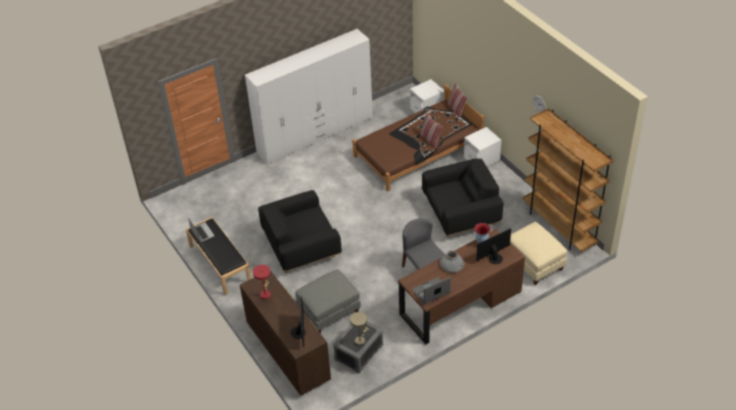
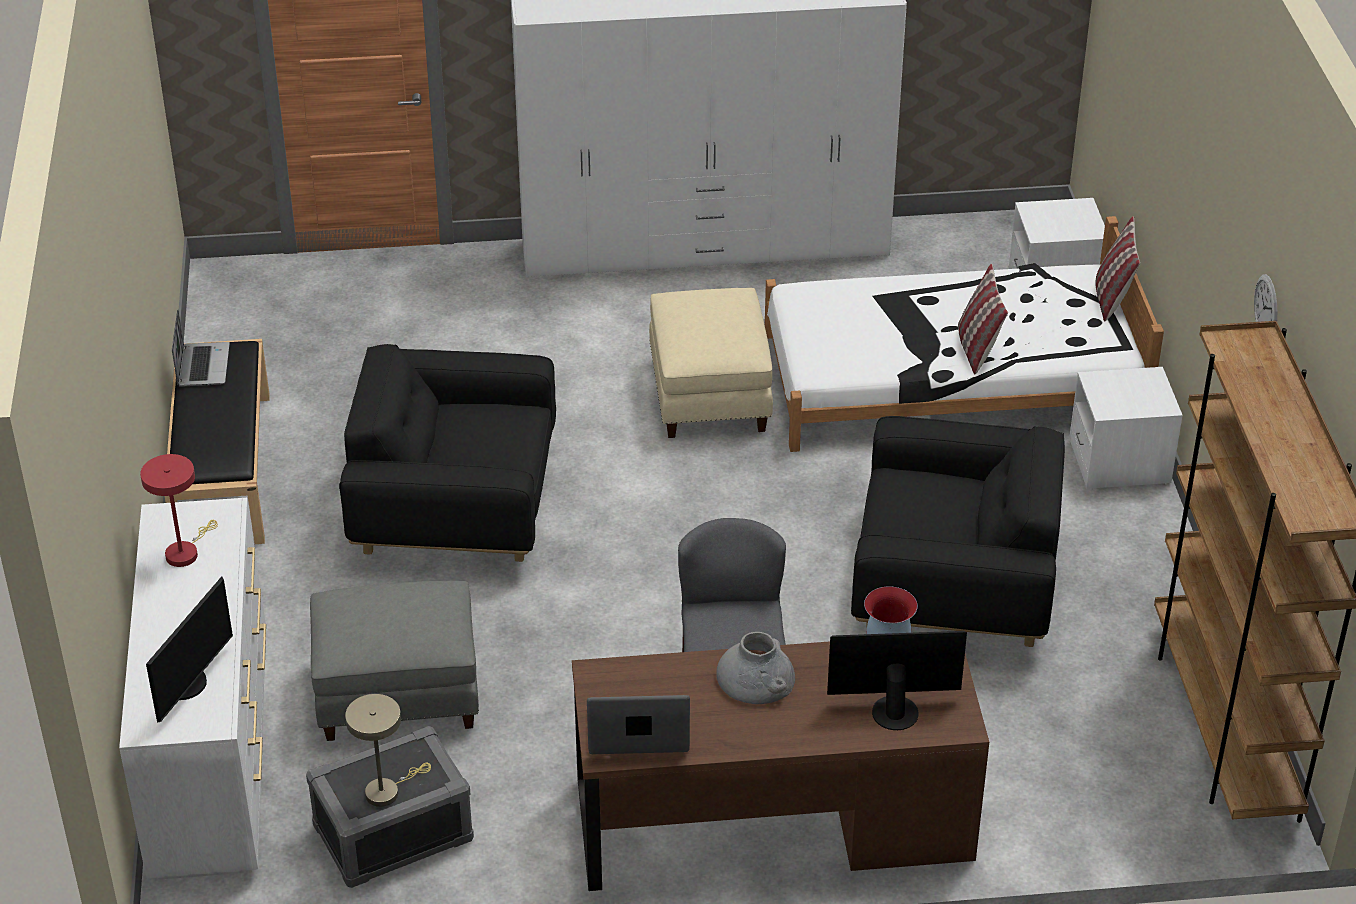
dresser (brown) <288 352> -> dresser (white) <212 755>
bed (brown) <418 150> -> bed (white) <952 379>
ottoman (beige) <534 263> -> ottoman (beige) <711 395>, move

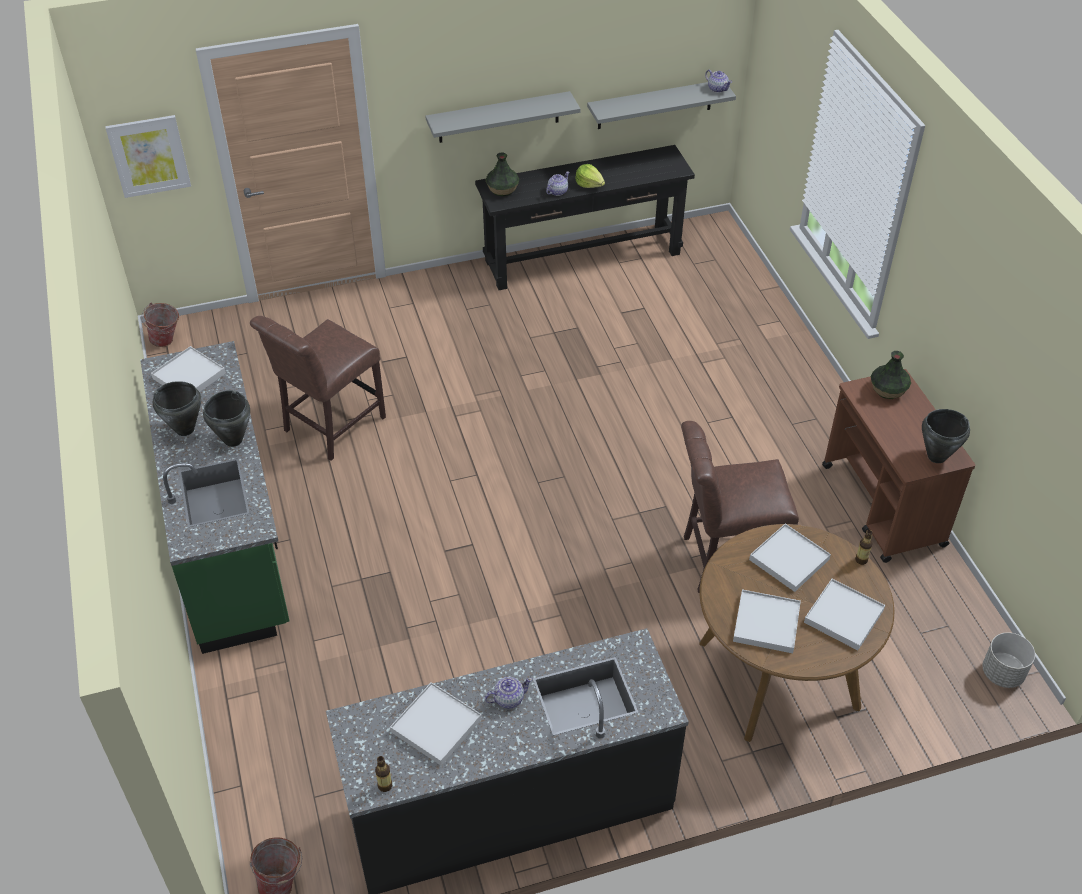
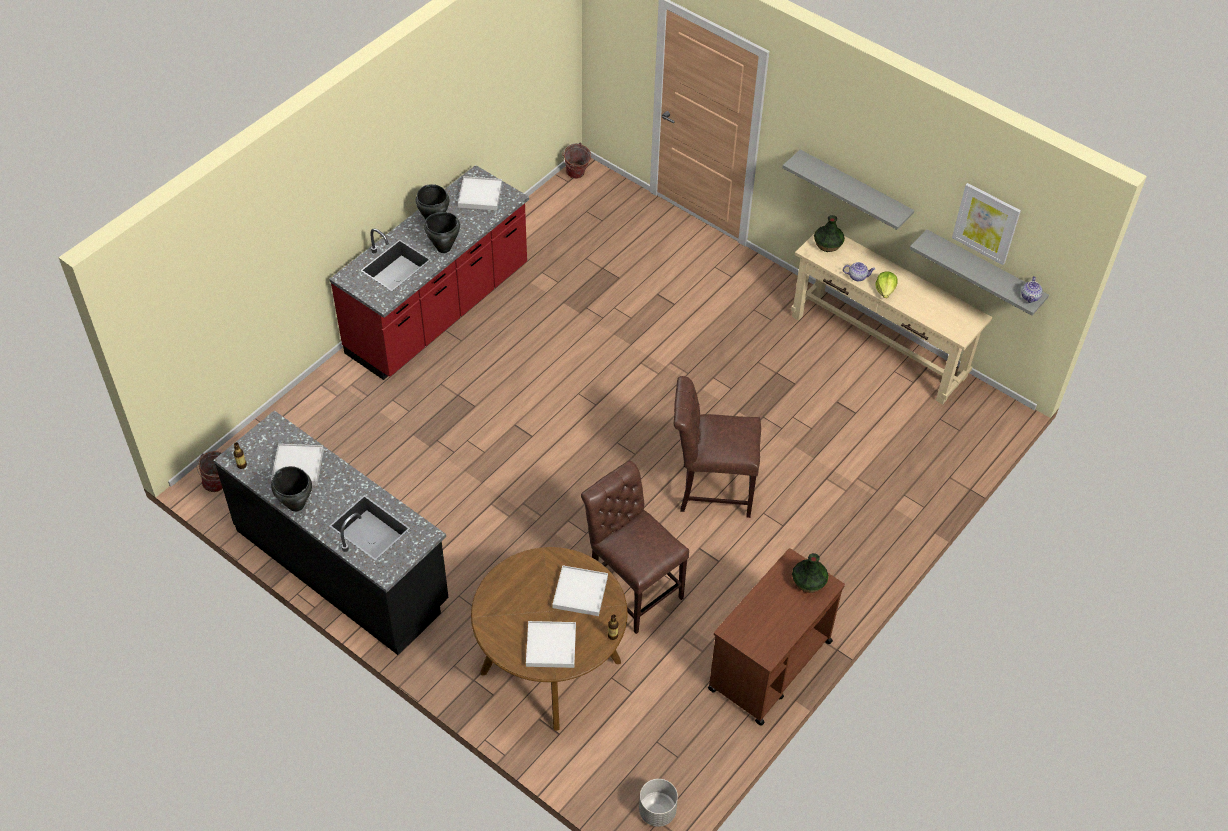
picture <149 156> -> picture <986 223>, move
counter (green) <230 538> -> counter (red) <439 311>
chair (brown) <330 426> -> chair (brown) <711 489>, move
console table (black) <583 257> -> console table (beige) <878 346>
teapot <508 698> -> none
tray (white) <766 623> -> none
cooking pot (black) <936 456> -> cooking pot (black) <296 505>, move

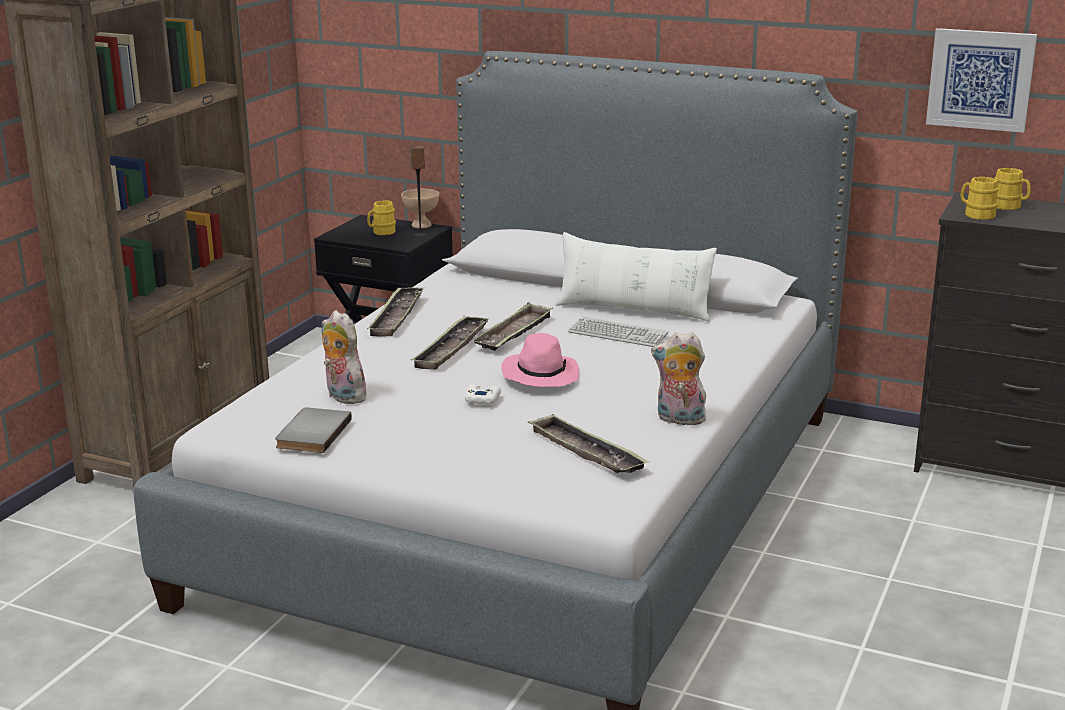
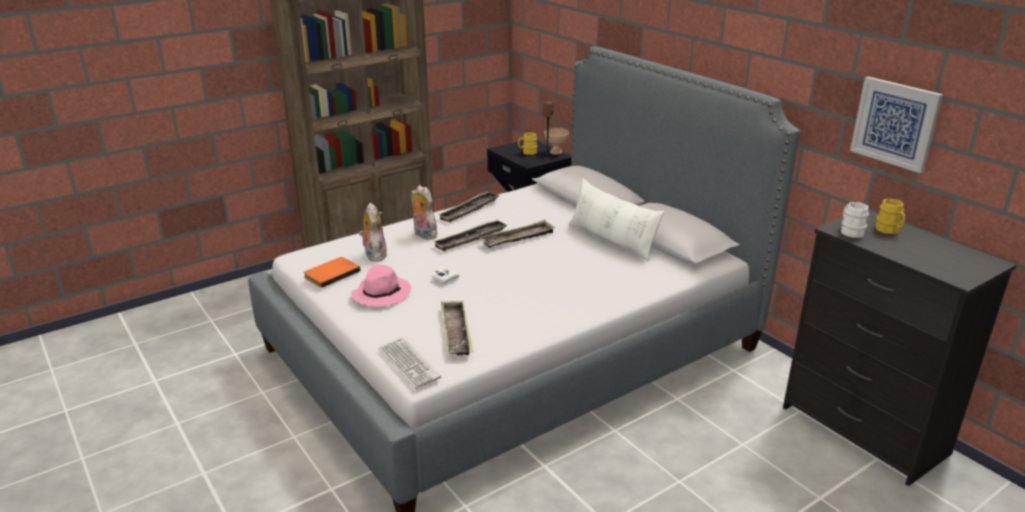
book (grey) <311 433> -> book (orange) <331 273>
hat (pink) <540 375> -> hat (pink) <382 294>, move
keyboard <617 334> -> keyboard <409 364>, move
plush toy <679 420> -> plush toy <423 235>, move
mug (yellow) <976 215> -> mug (white) <850 231>

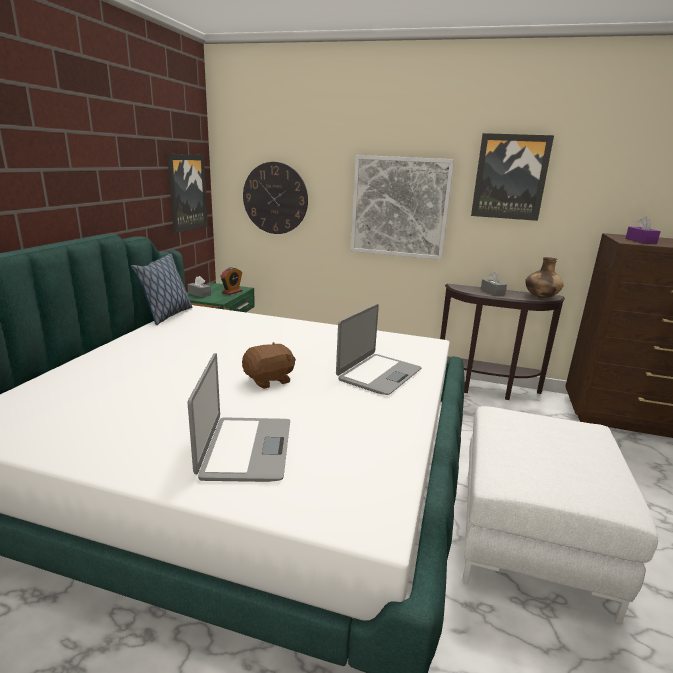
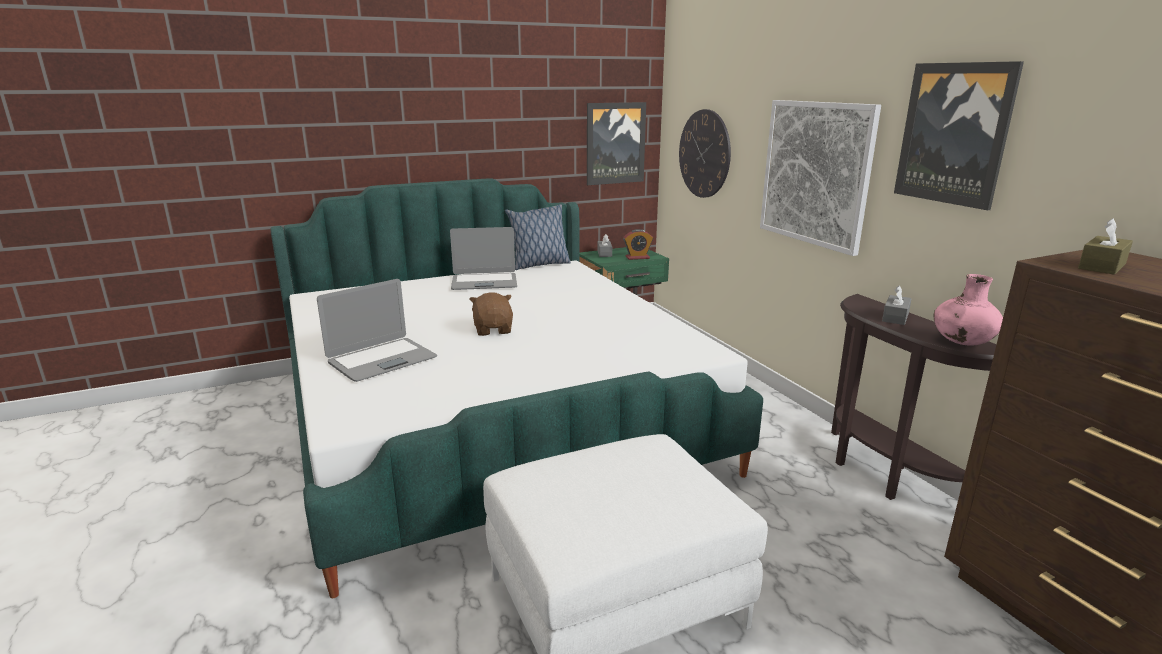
plush toy (brown) <269 380> -> plush toy (brown) <493 330>, 120 degrees counterclockwise
laptop <378 374> -> laptop <484 282>, move
vase (brown) <540 297> -> vase (pink) <961 343>
tissue box (purple) <640 241> -> tissue box (brown) <1102 266>

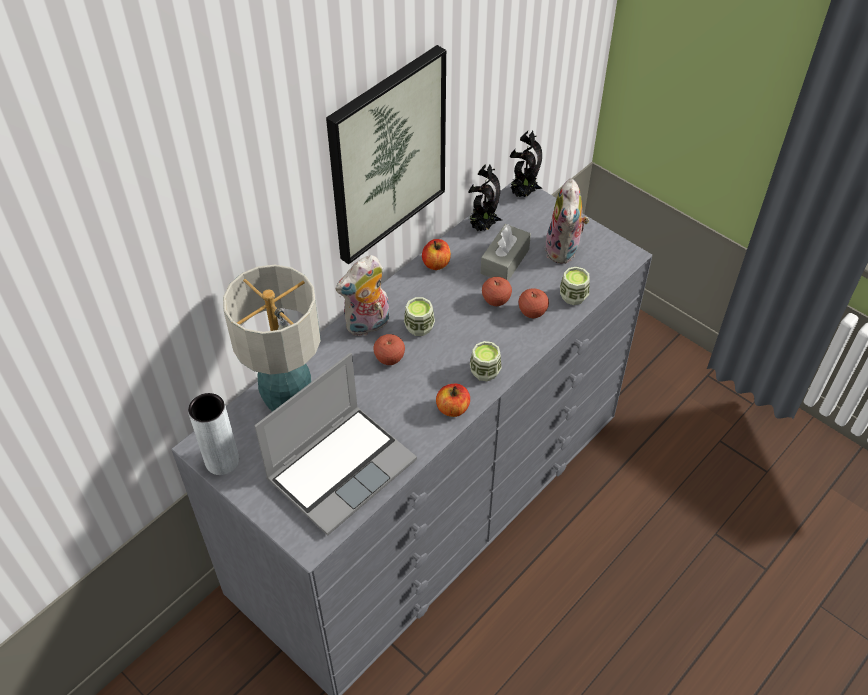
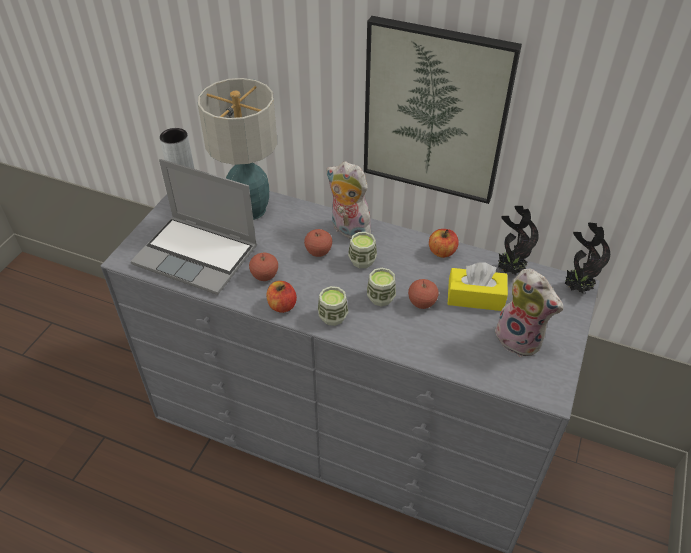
tissue box (grey) <505 261> -> tissue box (yellow) <475 297>
apple <532 312> -> apple <265 276>, move
plush toy <564 250> -> plush toy <521 339>, 120 degrees counterclockwise
cup <573 296> -> cup <381 297>, move

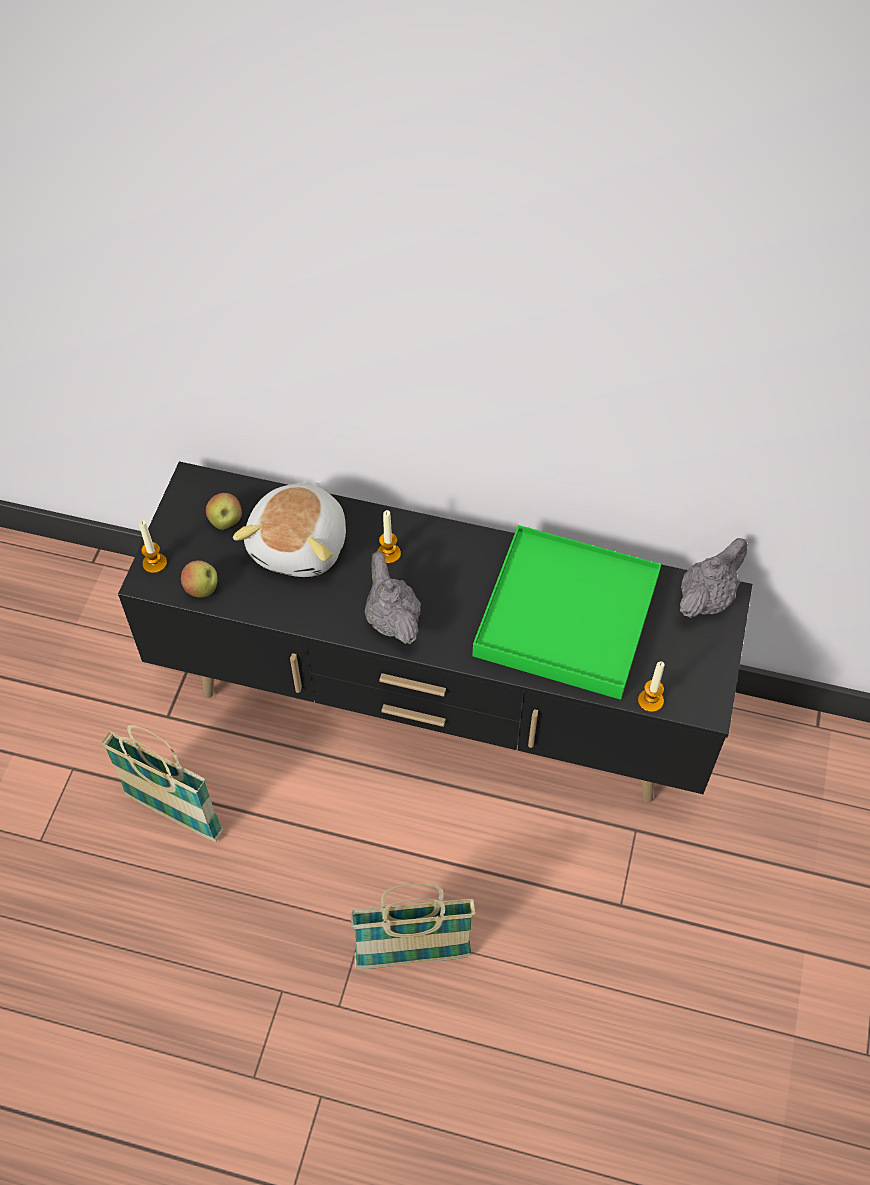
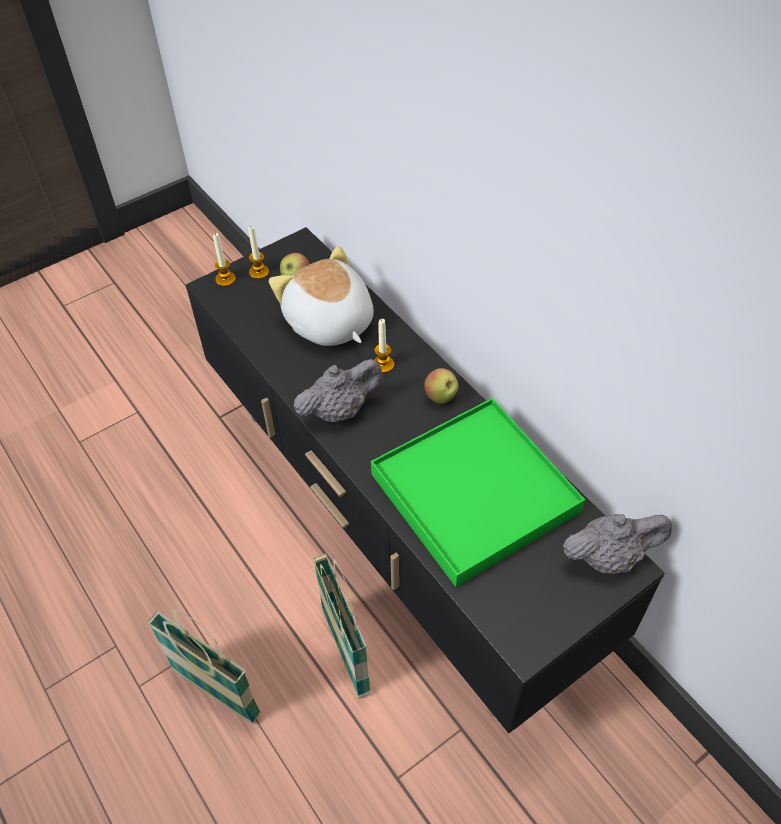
basket <174 814> -> basket <345 651>, move
apple <202 589> -> apple <441 397>, move
plush toy <301 545> -> plush toy <329 323>, 90 degrees clockwise
teapot (grey) <392 619> -> teapot (grey) <340 410>, 45 degrees clockwise
candle <650 701> -> candle <259 272>, move

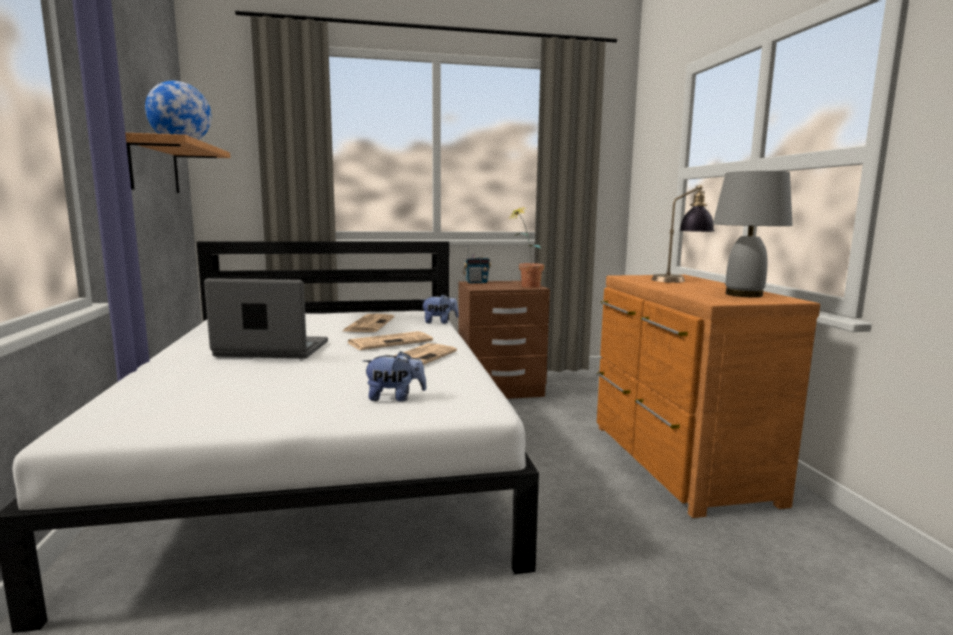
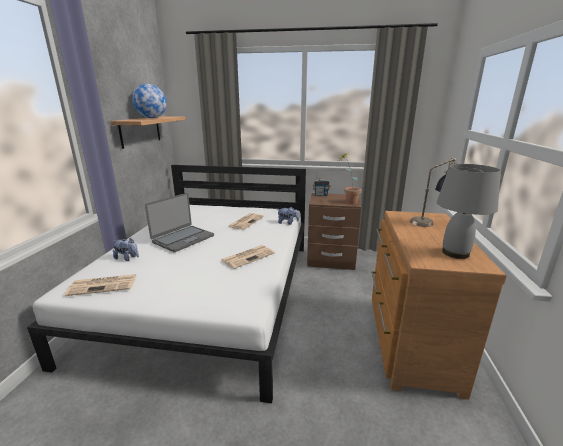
laptop <272 350> -> laptop <183 239>, 105 degrees clockwise
newspaper <391 342> -> newspaper <104 285>, move
plush toy <395 398> -> plush toy <127 258>, move

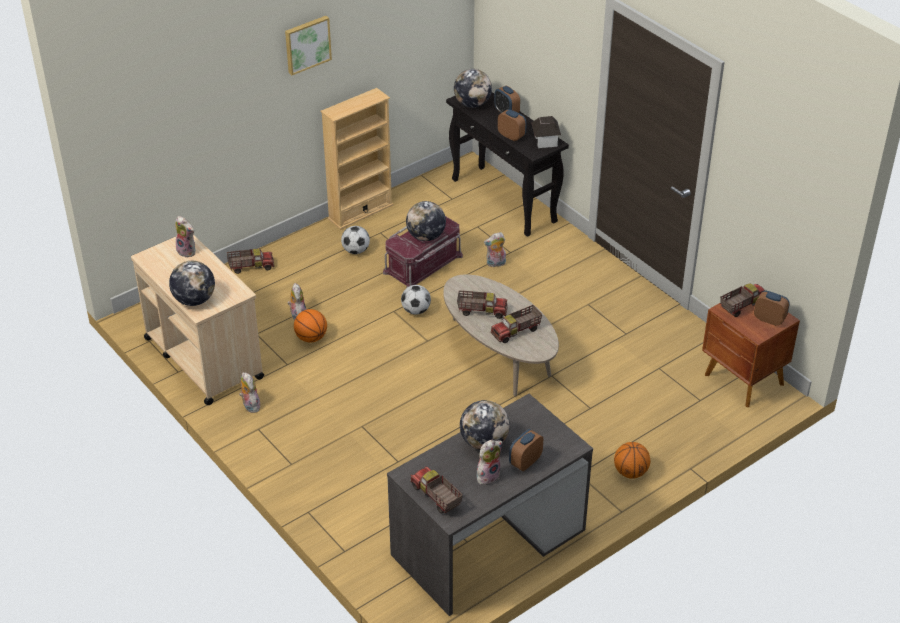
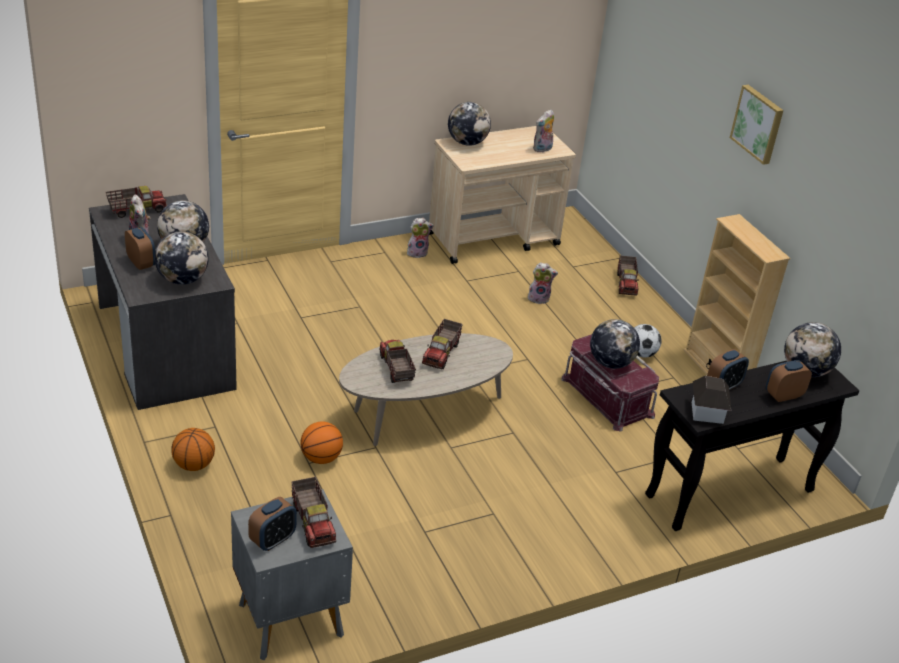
basketball <311 338> -> basketball <321 458>, move
football <416 310> -> none
plush toy <495 264> -> none
nightstand (brown) <743 380> -> nightstand (grey) <289 618>
none -> globe <182 280>

